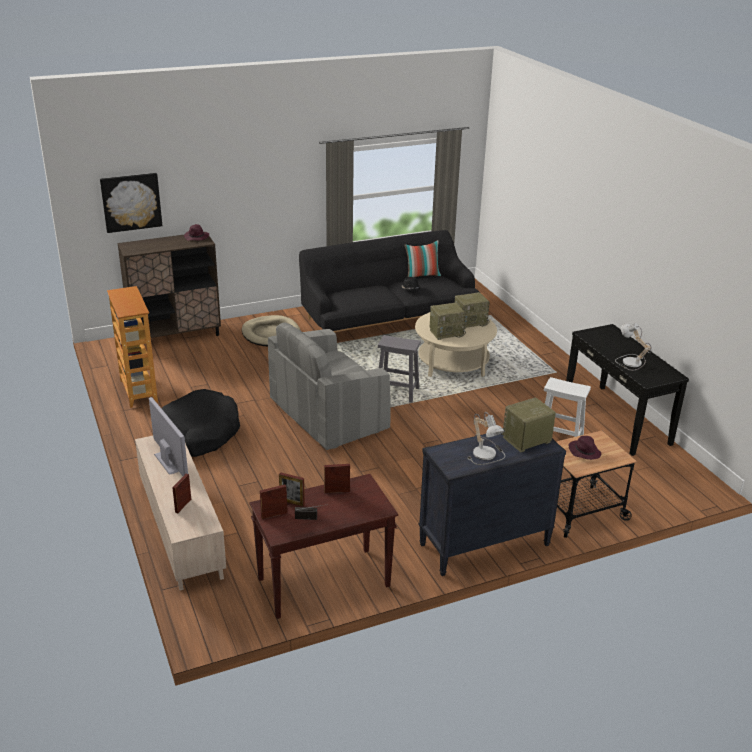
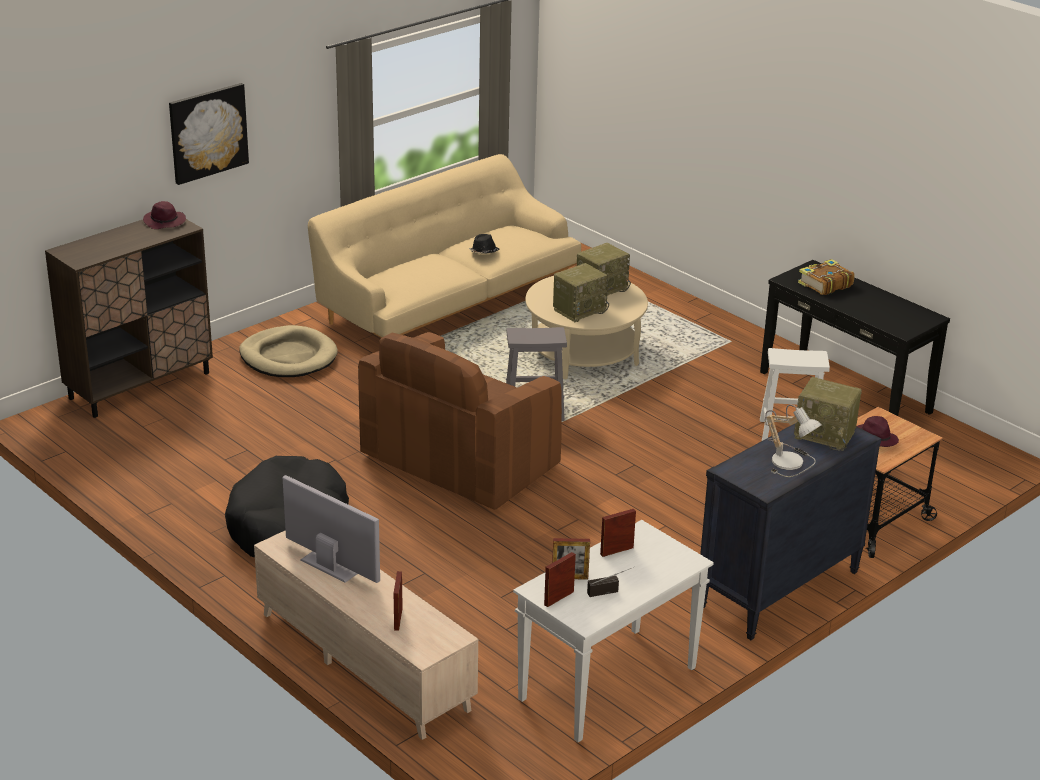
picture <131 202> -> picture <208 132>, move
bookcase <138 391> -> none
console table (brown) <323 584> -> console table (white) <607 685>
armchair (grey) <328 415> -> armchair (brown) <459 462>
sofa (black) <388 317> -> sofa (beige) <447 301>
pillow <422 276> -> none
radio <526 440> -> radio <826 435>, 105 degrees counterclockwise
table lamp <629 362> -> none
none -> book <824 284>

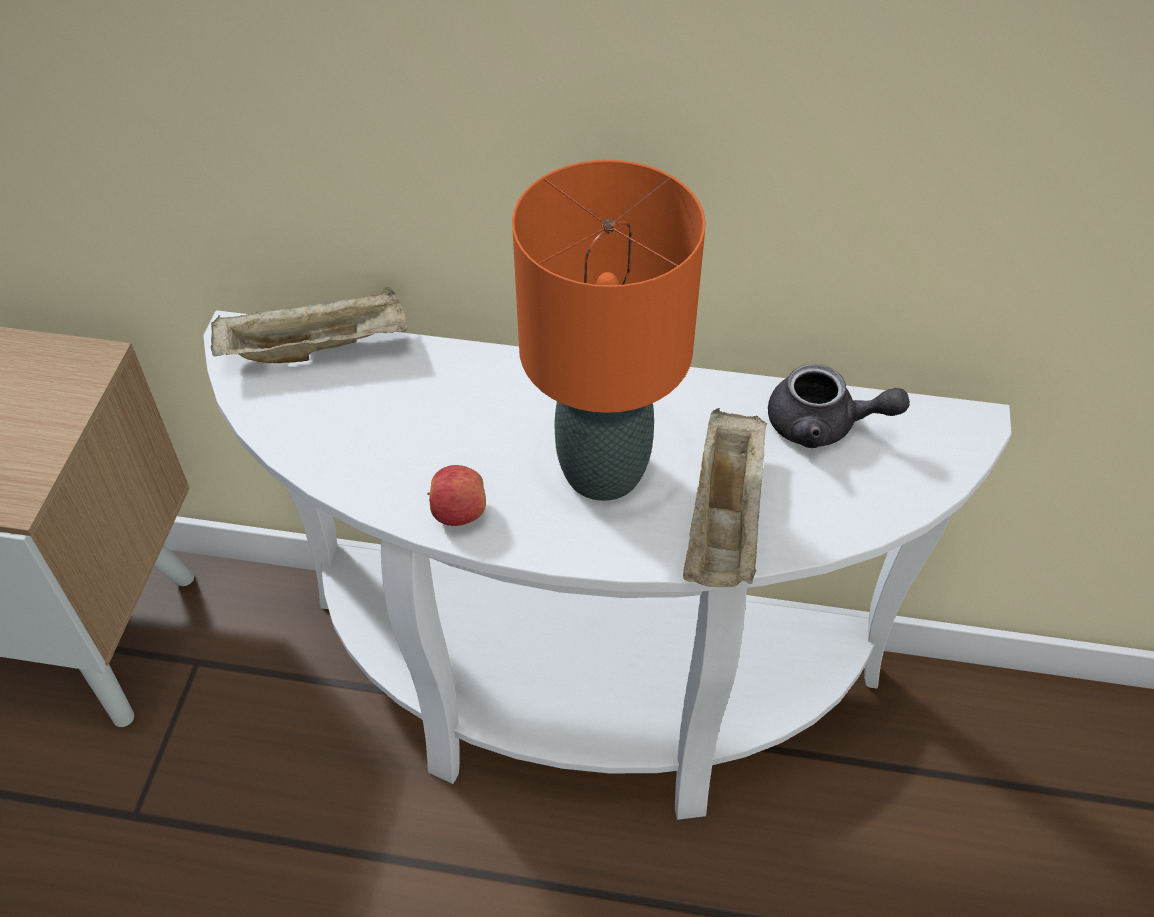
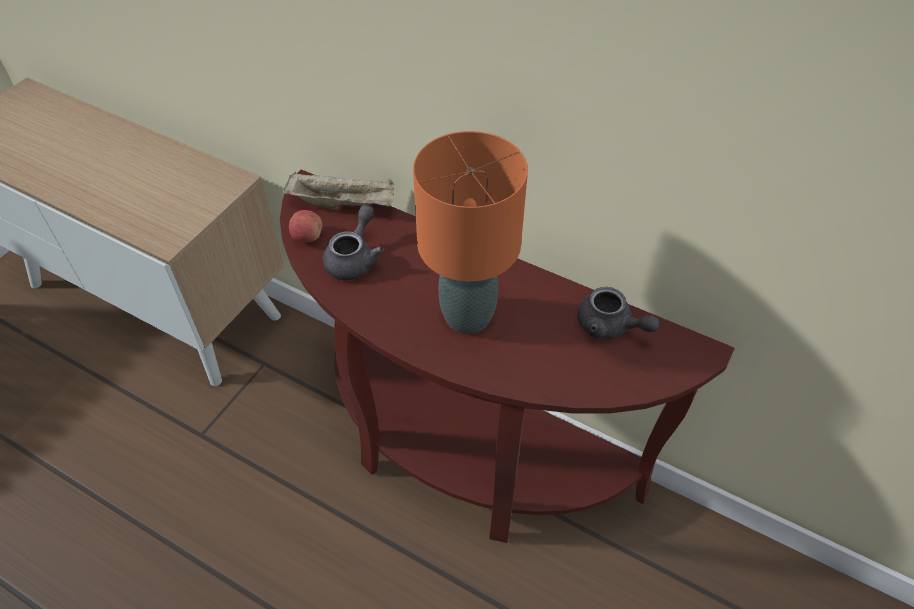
console table (white) <581 699> -> console table (brown) <462 451>
apple <458 512> -> apple <307 237>, move
tray (beige) <725 522> -> none
none -> teapot (grey) <355 258>

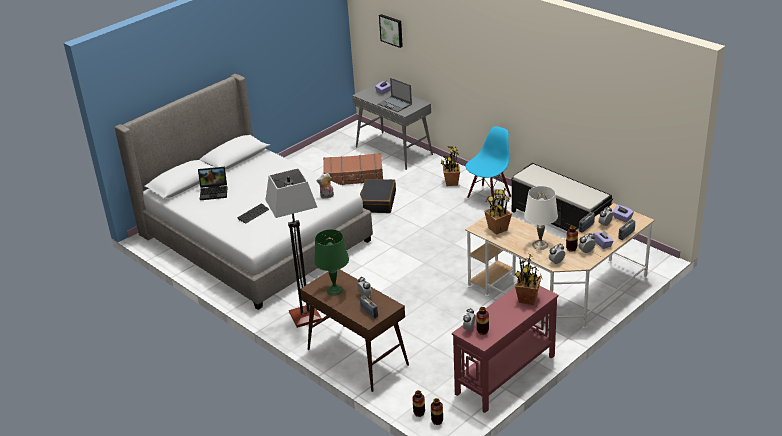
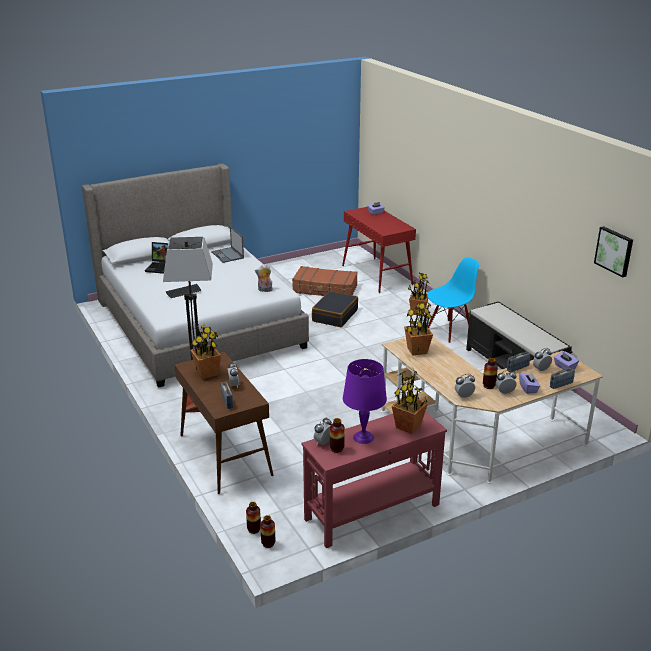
table lamp (green) <334 290> -> potted plant <207 373>
console table (grey) <394 151> -> console table (red) <377 275>
laptop <395 104> -> laptop <228 255>, move
picture <391 30> -> picture <614 251>, move
table lamp (white) <540 245> -> none
none -> table lamp (purple) <363 437>

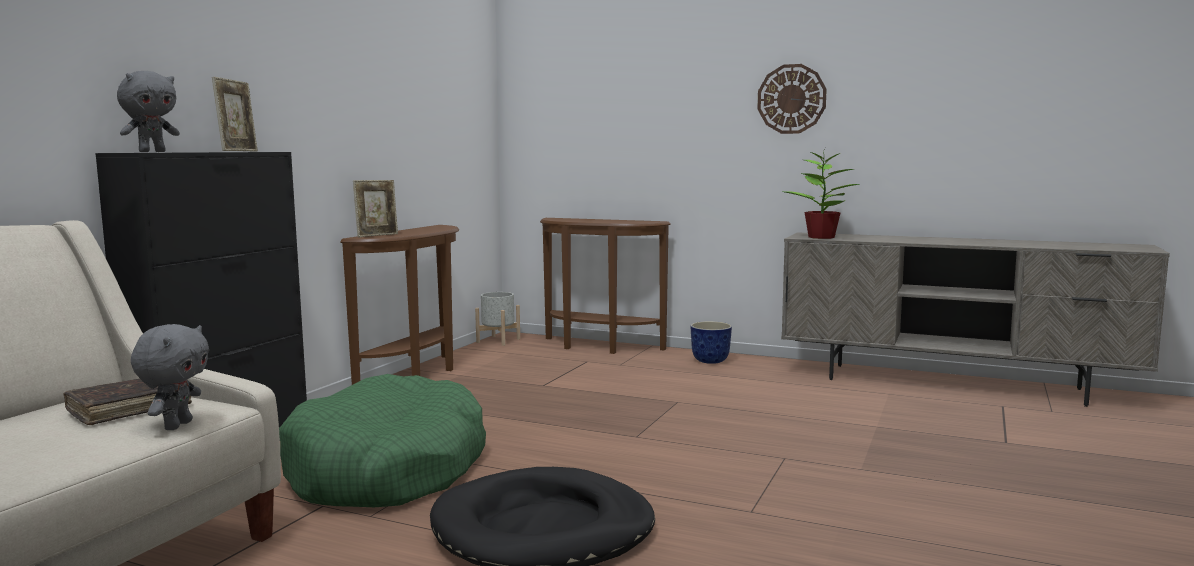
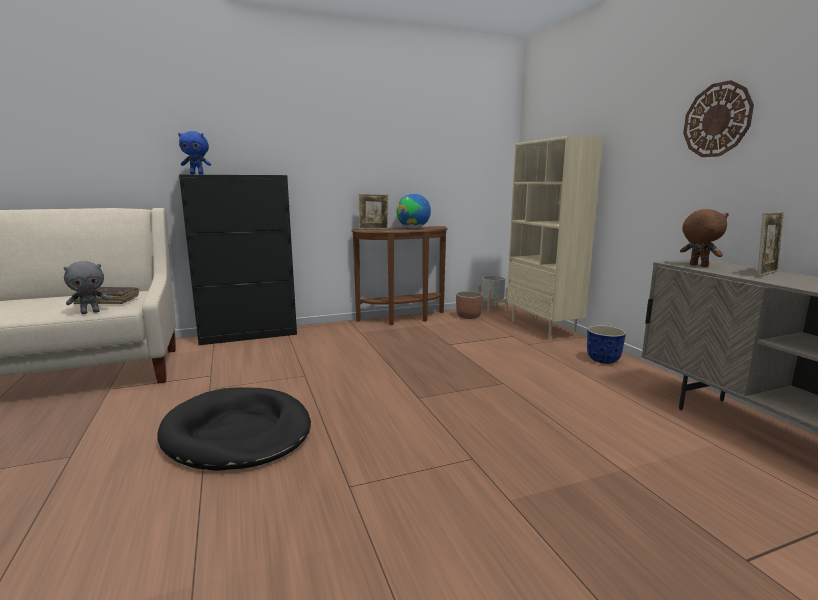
plush toy (grey) <152 152> -> plush toy (blue) <197 174>
picture frame <238 151> -> picture frame <765 273>, move
dog bed (green) <387 469> -> none
console table (brown) <598 347> -> bookcase (beige) <543 328>
potted plant <822 237> -> plush toy (brown) <698 265>
none -> globe <413 228>
none -> planter <468 316>

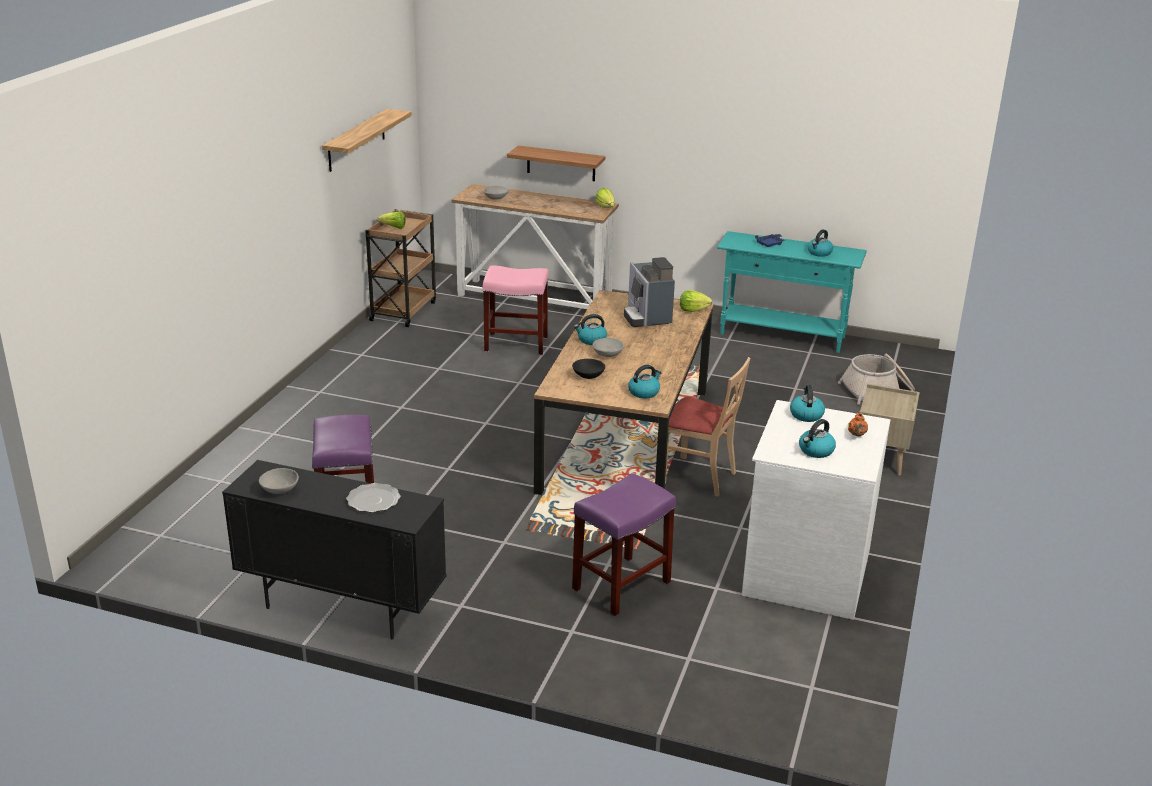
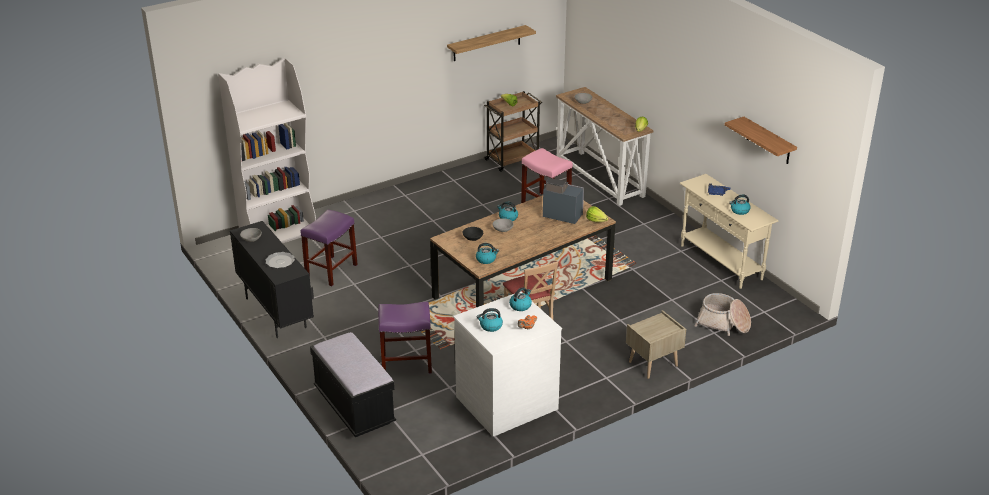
shelf <561 163> -> shelf <768 141>, move
coffee machine <647 317> -> coffee machine <561 215>, 90 degrees clockwise
console table (turquoise) <782 336> -> console table (beige) <721 262>
none -> bookcase (white) <278 233>
none -> bench (black) <354 407>

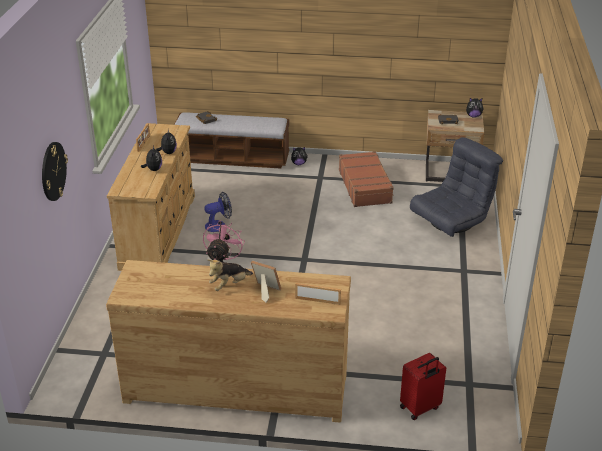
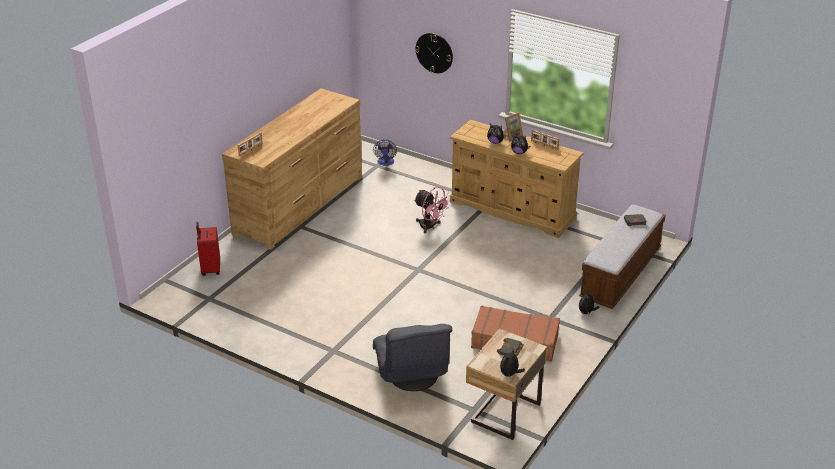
fan <219 225> -> fan <385 163>, move
plush toy <229 285> -> none
picture frame <265 291> -> picture frame <511 136>, move

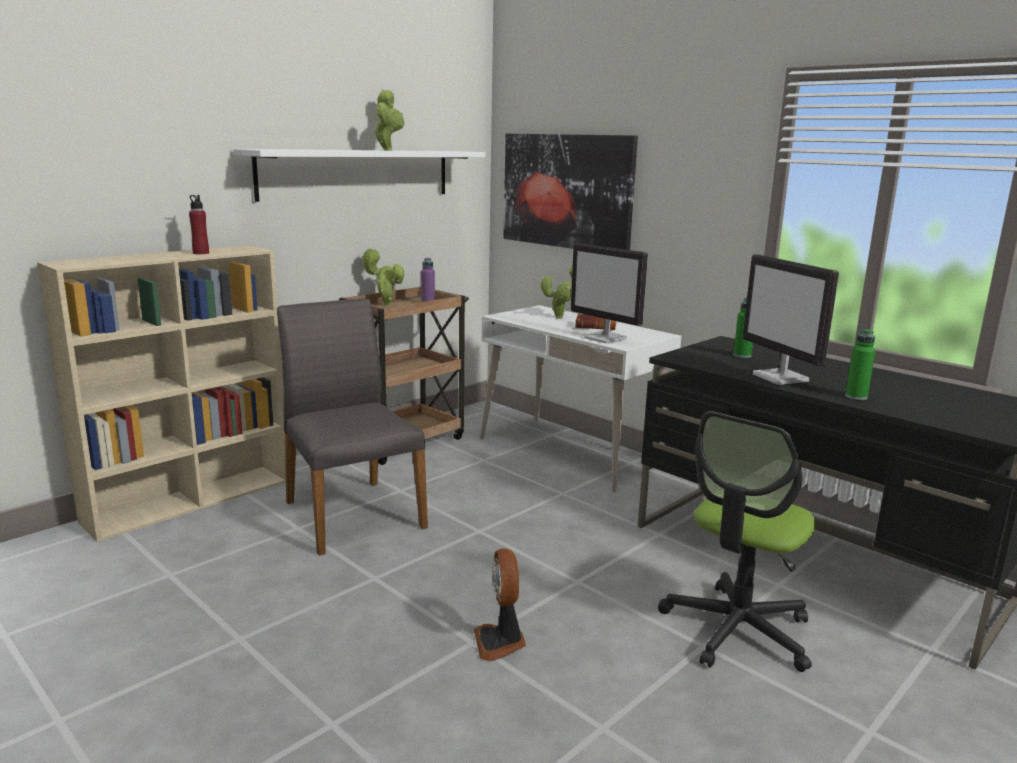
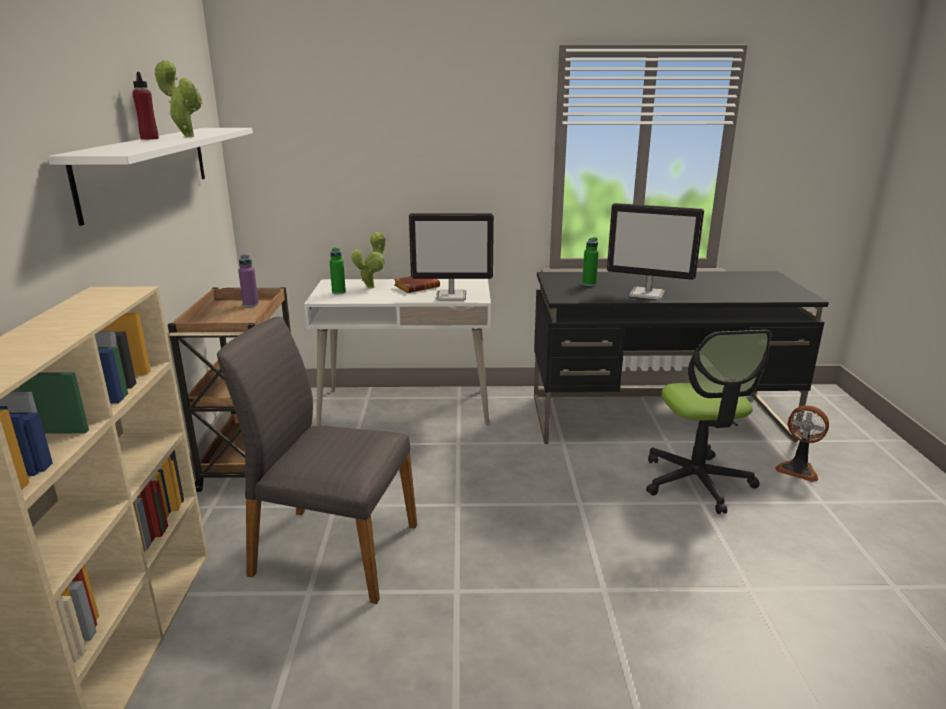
bottle (red) <200 253> -> bottle (red) <149 139>, move
potted plant <385 304> -> none
fan <500 642> -> fan <798 469>, move
picture <566 191> -> none
bottle (green) <856 397> -> bottle (green) <338 292>, move

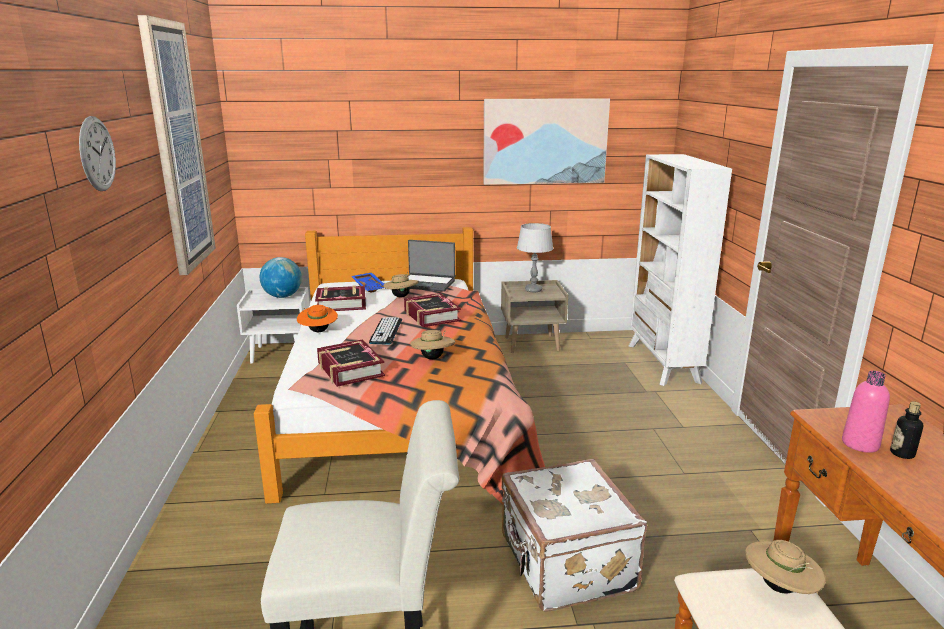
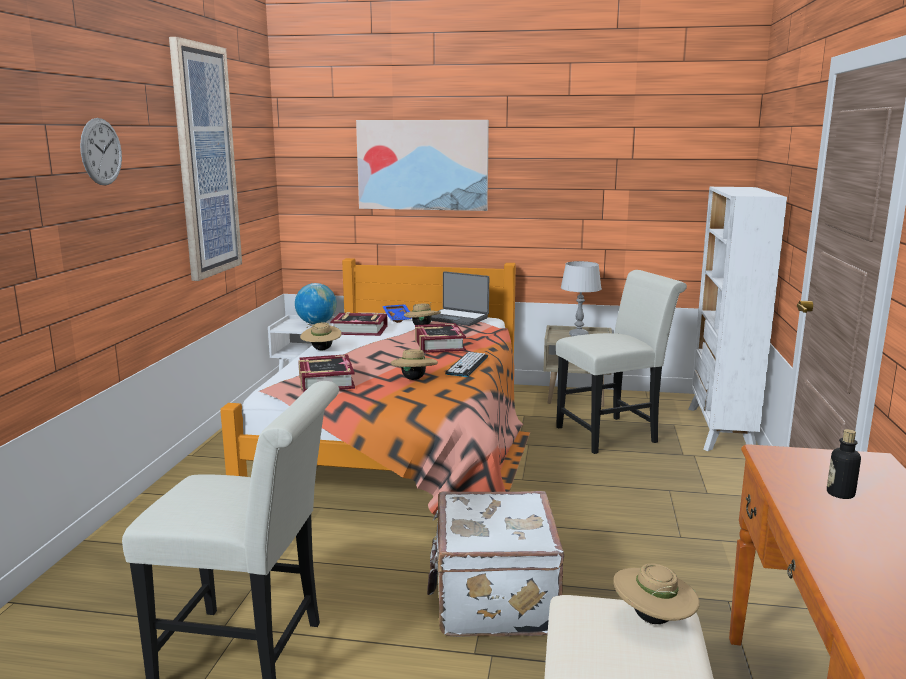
hat (orange) <318 331> -> hat (beige) <321 349>
keyboard <386 331> -> keyboard <467 365>, move
picture <545 141> -> picture <422 165>, move
bottle (pink) <860 444> -> none
none -> chair (white) <612 434>

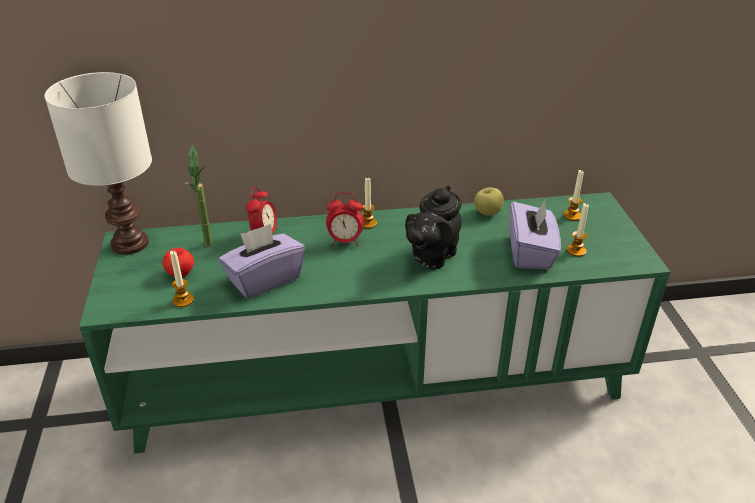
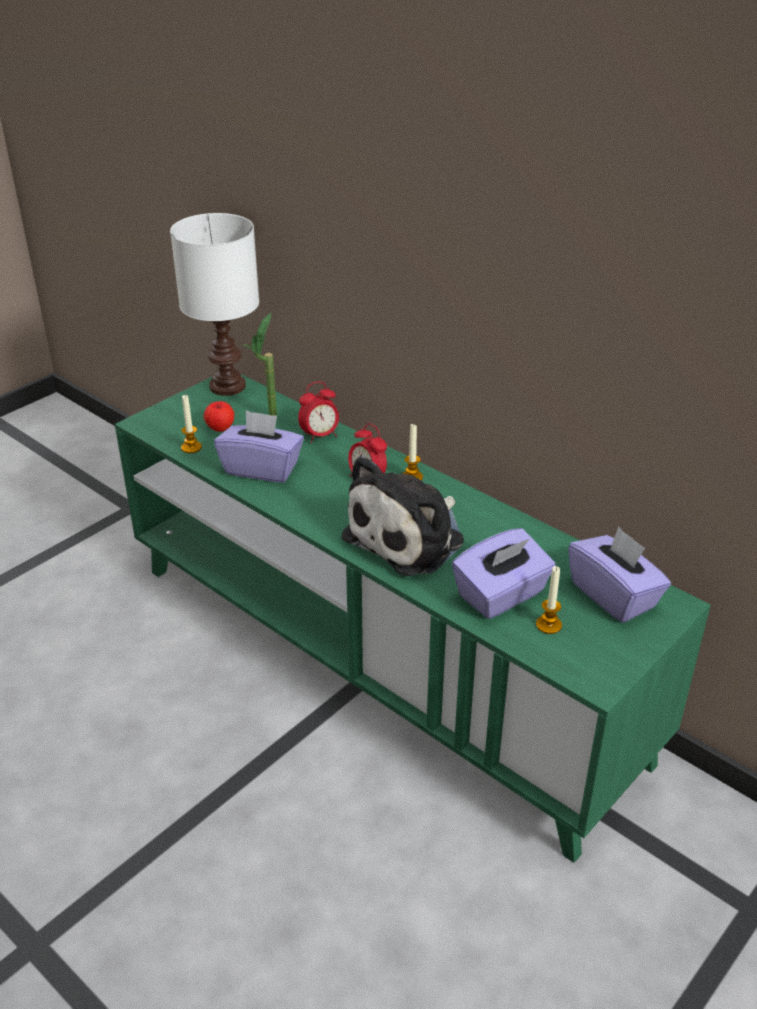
teapot (black) <431 257> -> plush toy <409 537>
apple <487 213> -> none
candle <572 215> -> tissue box (purple) <614 595>

